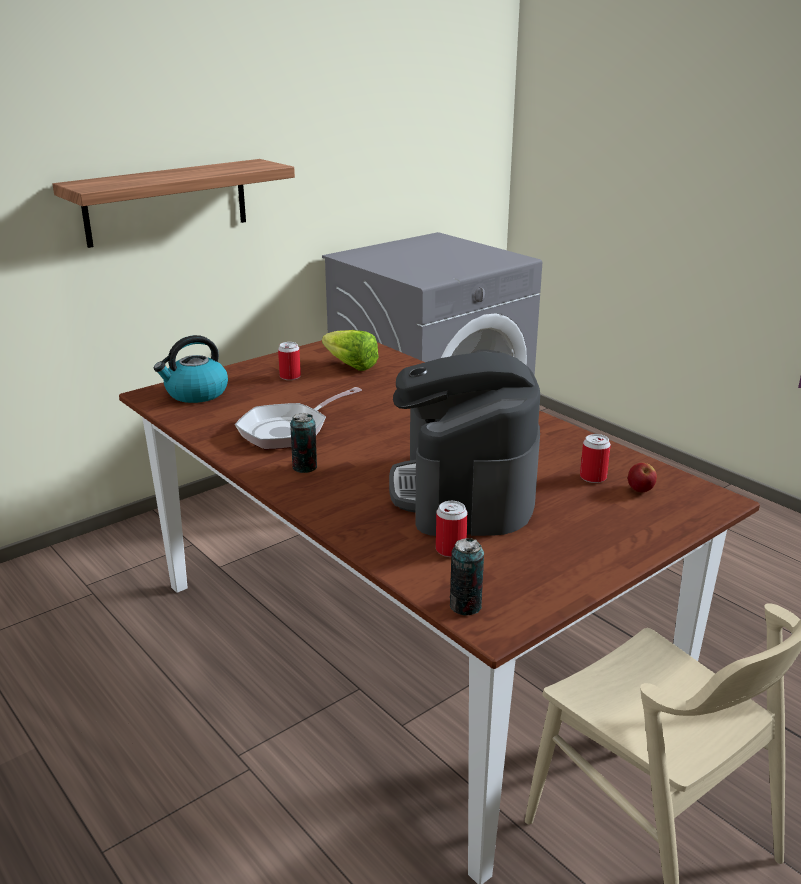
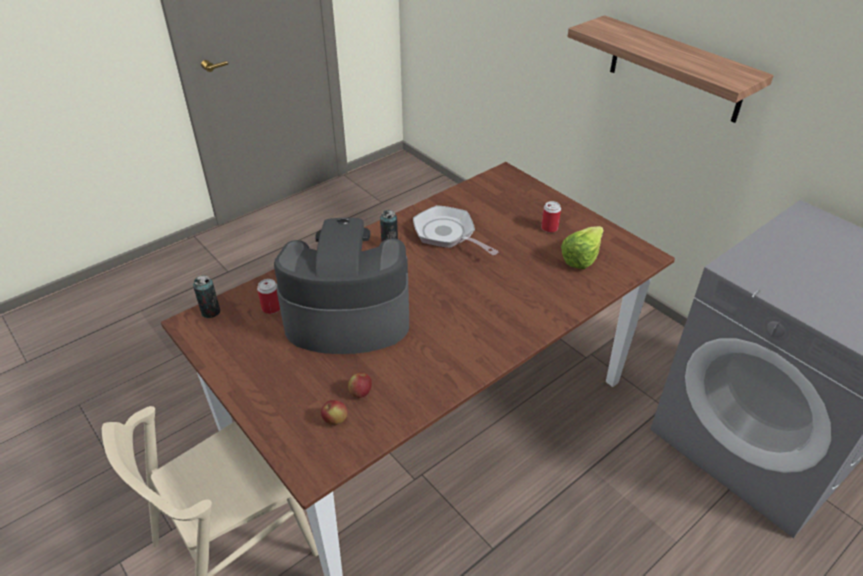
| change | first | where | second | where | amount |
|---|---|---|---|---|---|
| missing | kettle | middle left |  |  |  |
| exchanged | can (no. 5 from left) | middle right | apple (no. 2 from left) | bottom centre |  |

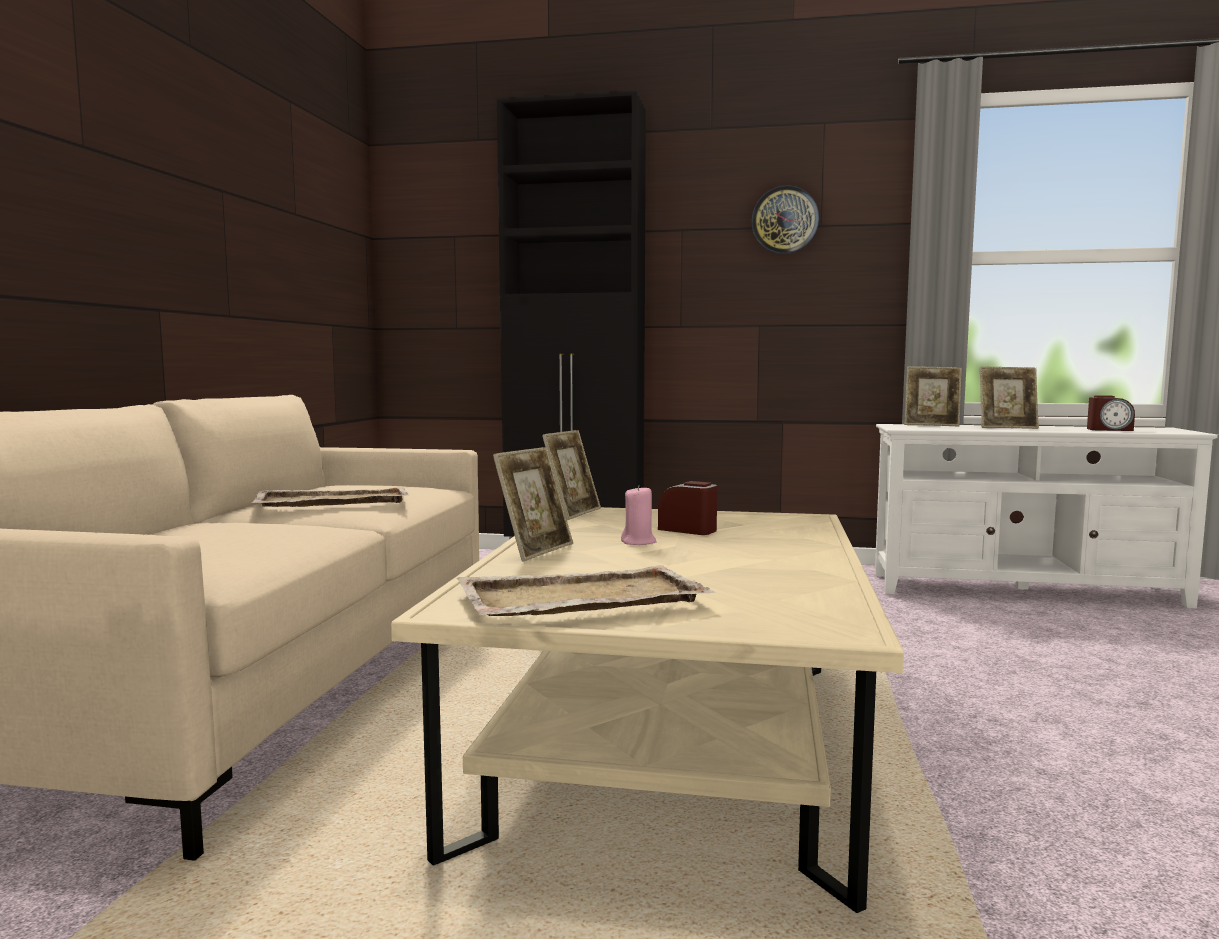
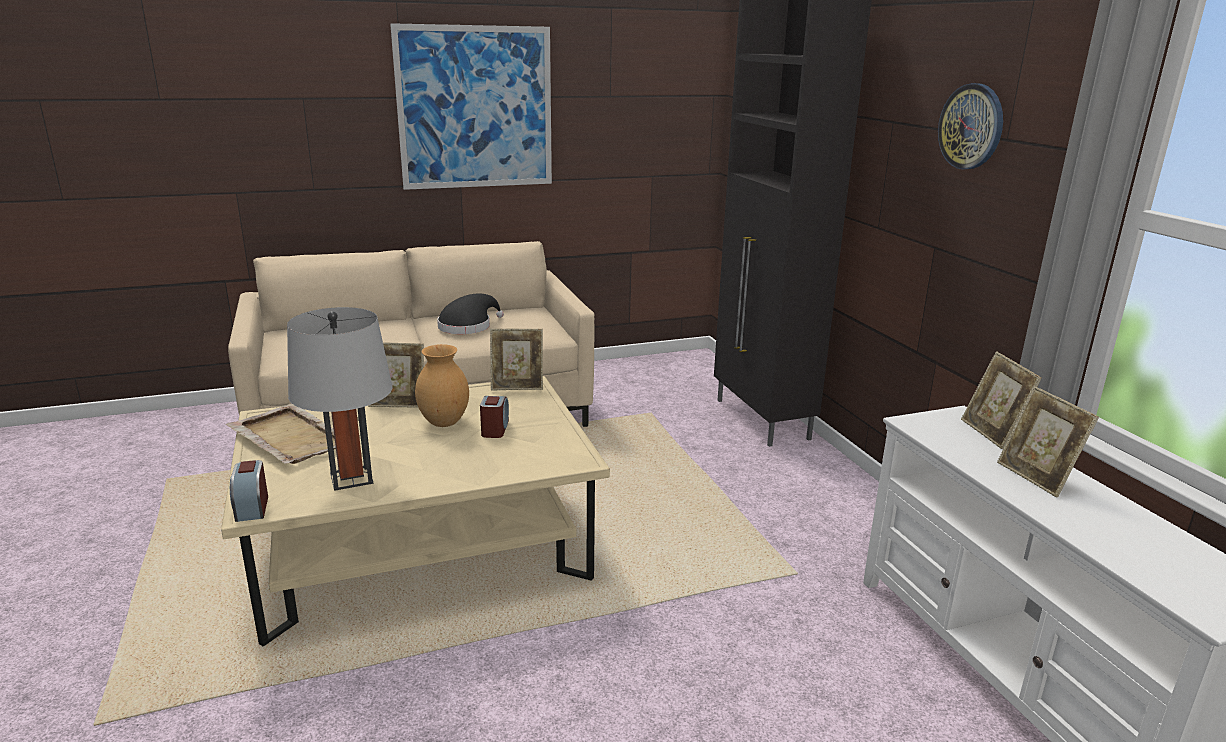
| change | first | where | second | where | amount |
|---|---|---|---|---|---|
| appeared |  |  | table lamp in grey | middle left |  |
| appeared |  |  | picture | top centre |  |
| relocated | alarm clock (no. 2 from left in the first image) | middle right | alarm clock (no. 1 from left) | middle left |  |
| exchanged | tray in beige (no. 1 from left) | middle left | hat in black | centre |  |
| exchanged | candle in pink | centre | vase in brown | centre |  |

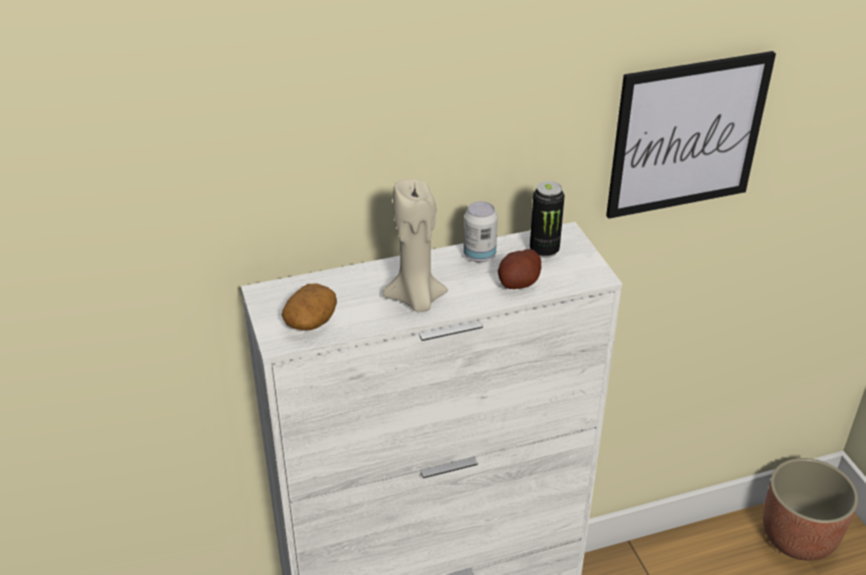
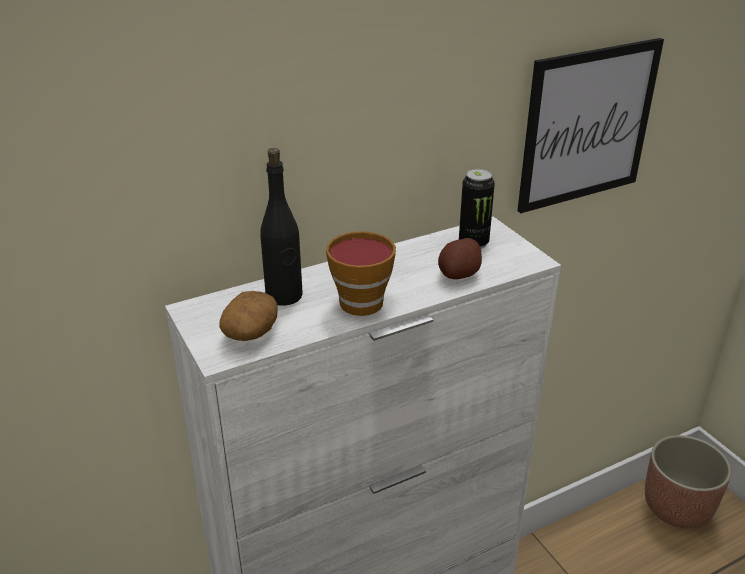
| change | first | where | second | where | amount |
|---|---|---|---|---|---|
| missing | can (no. 1 from left) | centre |  |  |  |
| appeared |  |  | bottle in black | centre |  |
| exchanged | candle in beige | centre | cup | centre |  |

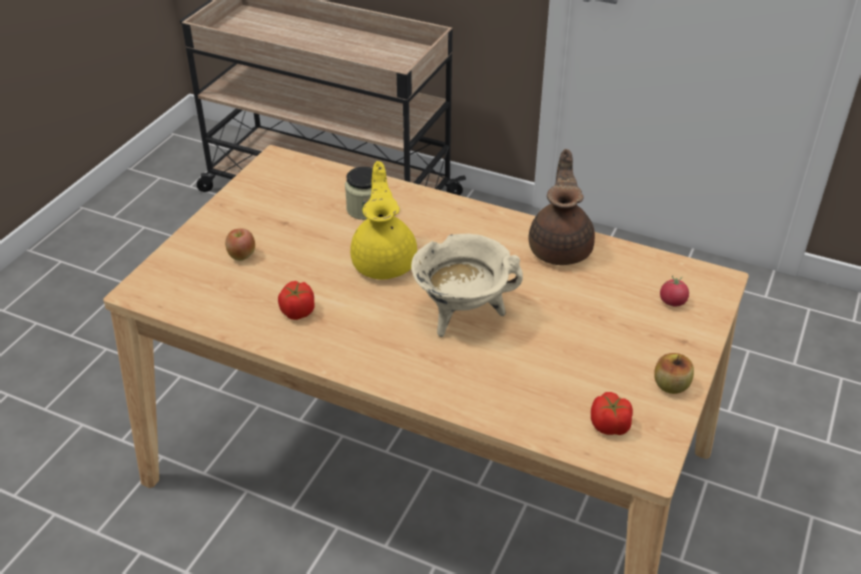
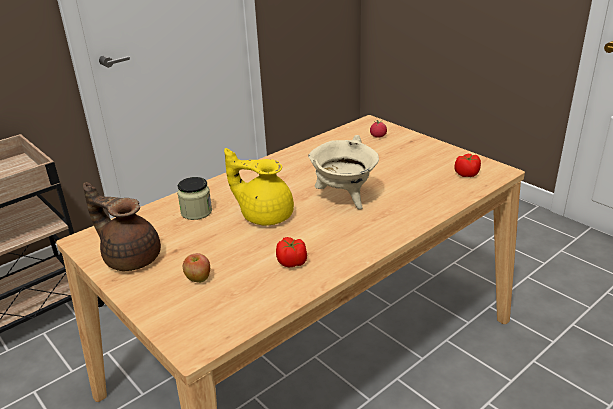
| change | first | where | second | where | amount |
|---|---|---|---|---|---|
| missing | apple (no. 2 from left) | middle right |  |  |  |
| relocated | teapot in brown | centre |  | middle left |  |

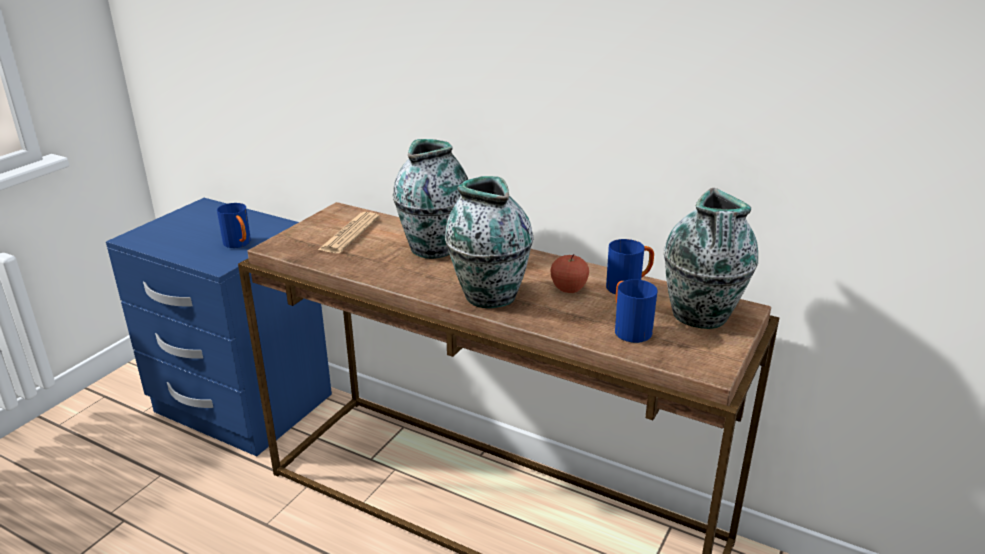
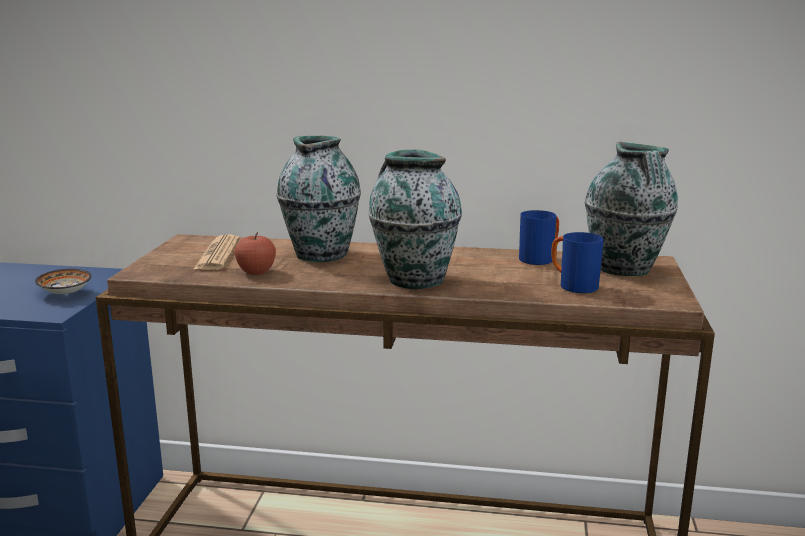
| change | first | where | second | where | amount |
|---|---|---|---|---|---|
| relocated | apple | centre |  | middle left |  |
| exchanged | mug in blue (no. 1 from left) | middle left | bowl | middle left |  |

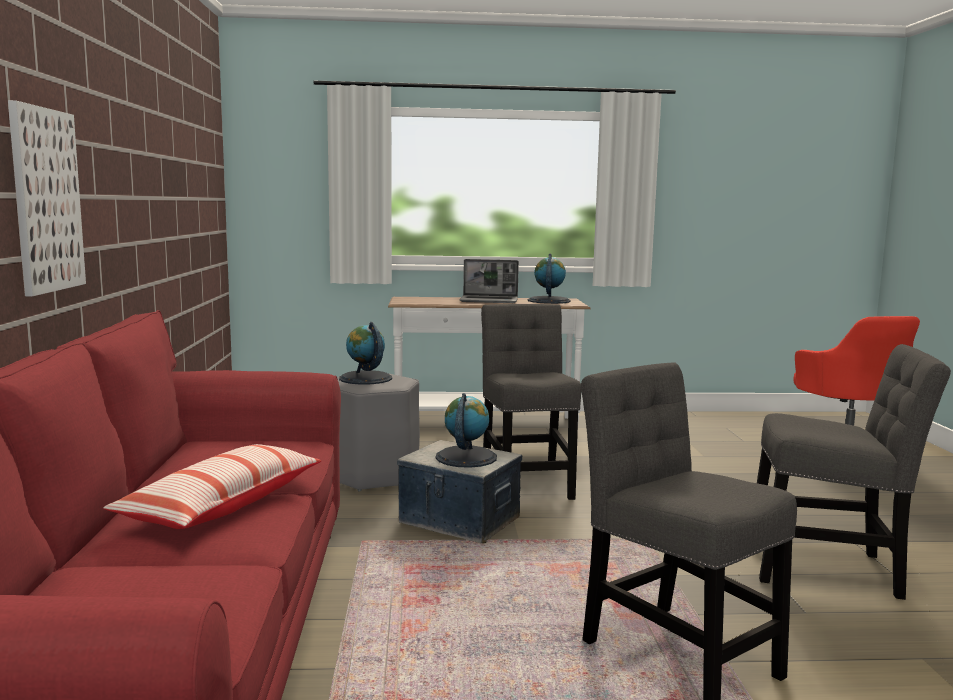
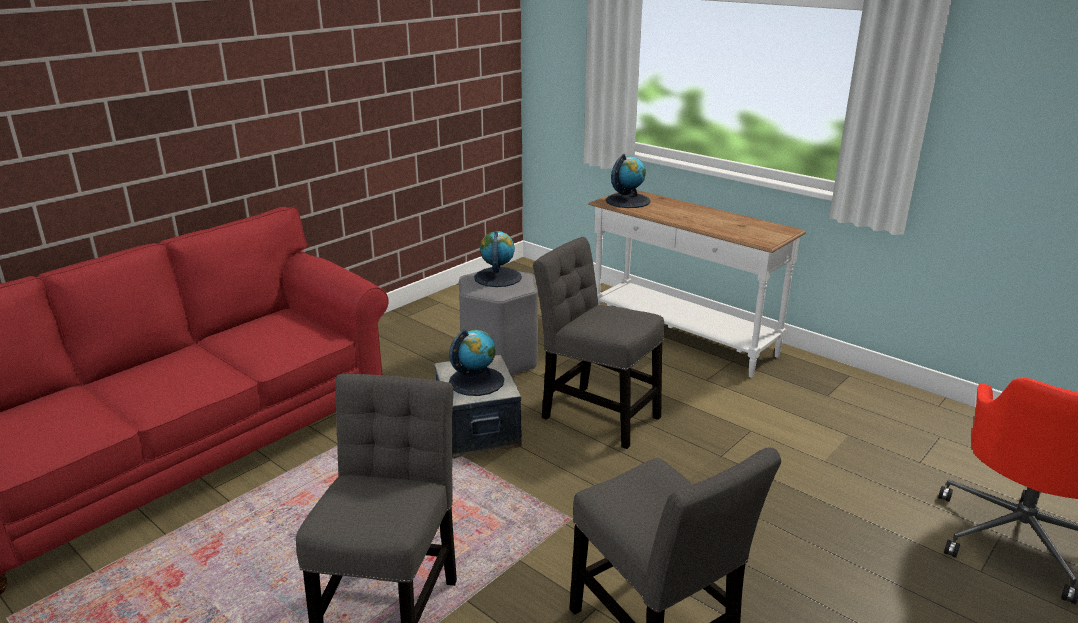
| change | first | where | second | where | amount |
|---|---|---|---|---|---|
| missing | picture | top left |  |  |  |
| missing | pillow | bottom left |  |  |  |
| missing | laptop | centre |  |  |  |
| relocated | globe (no. 3 from left) | centre |  | top centre |  |
| spun | chair in grey (no. 1 from left in the first image) | centre | chair in grey (no. 2 from left) | centre | 90 degrees counterclockwise |

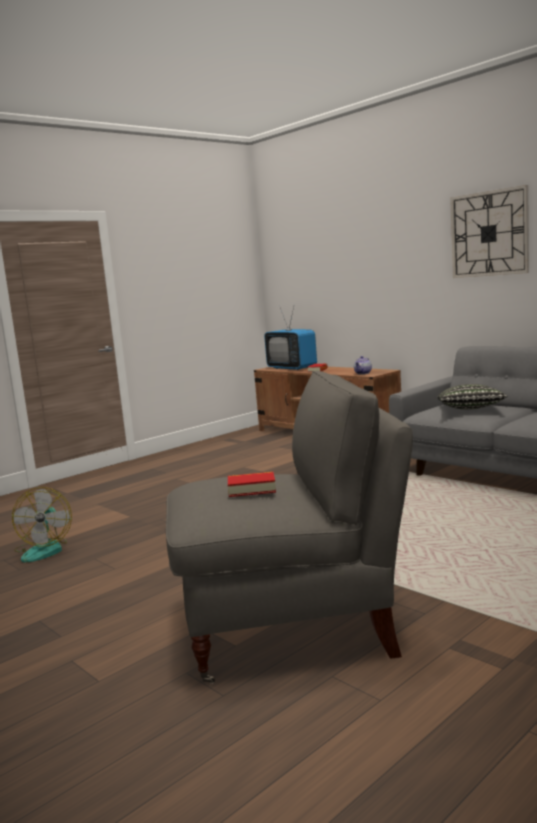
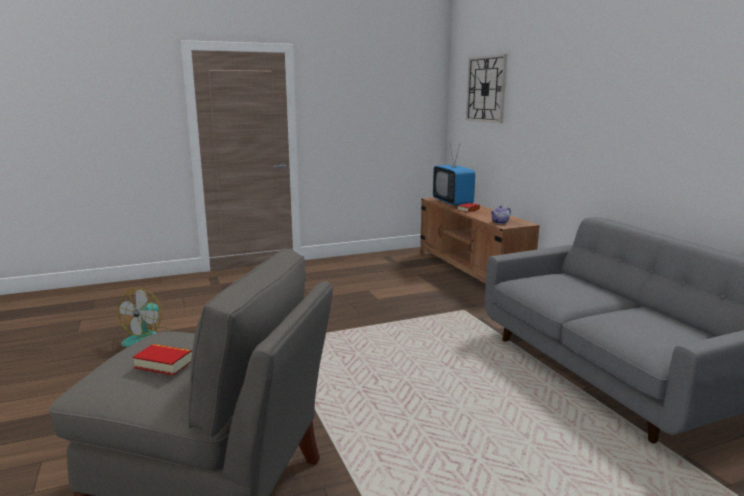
| change | first | where | second | where | amount |
|---|---|---|---|---|---|
| missing | pillow | middle right |  |  |  |
| relocated | wall clock | top right |  | top centre |  |

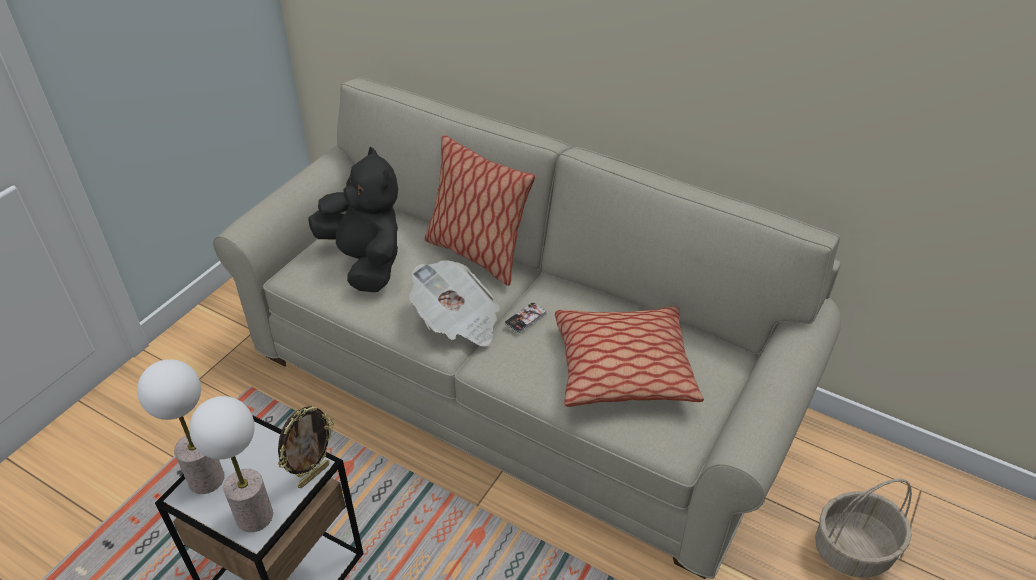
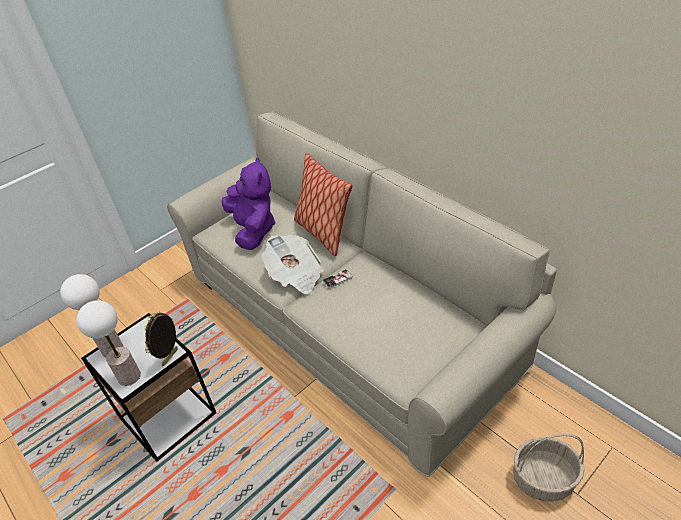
| change | first | where | second | where | amount |
|---|---|---|---|---|---|
| missing | pillow (no. 2 from left) | centre |  |  |  |
| colour | plush toy in black | centre | plush toy in purple | centre |  |
| spun | picture frame | bottom left |  | middle left | 150 degrees clockwise |

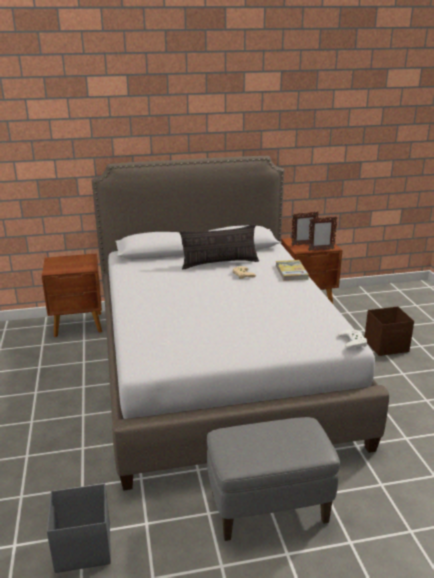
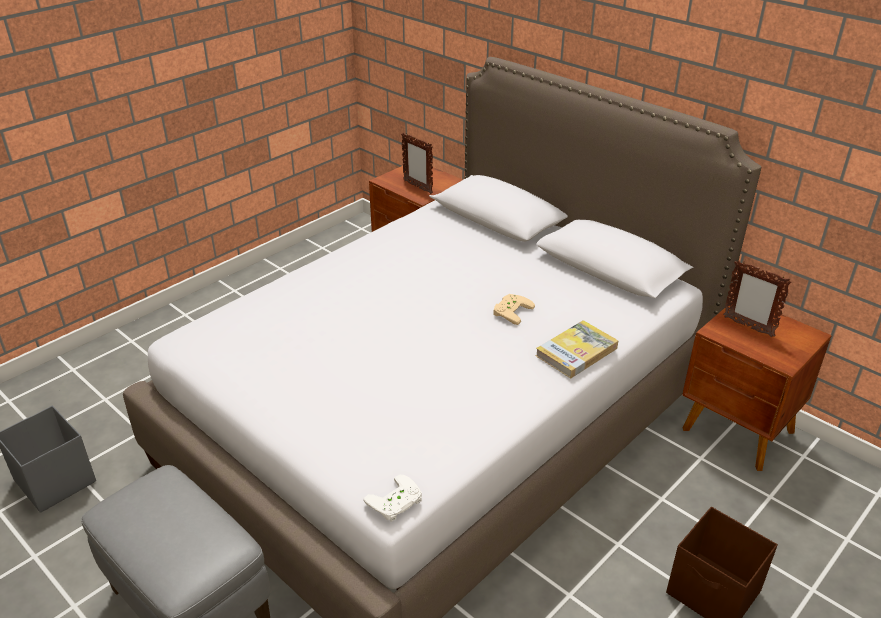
| change | first | where | second | where | amount |
|---|---|---|---|---|---|
| missing | pillow | centre |  |  |  |
| relocated | picture frame (no. 2 from left in the first image) | middle right | picture frame (no. 1 from left) | top centre |  |

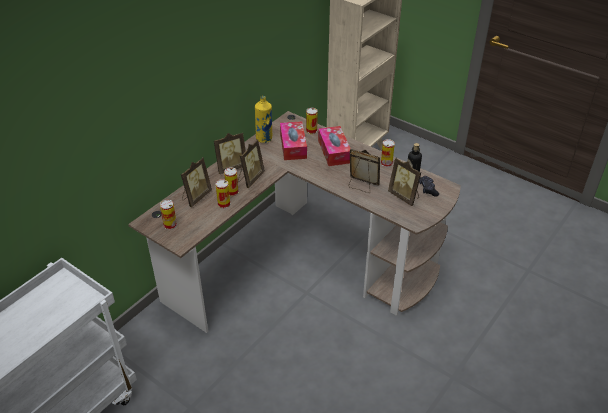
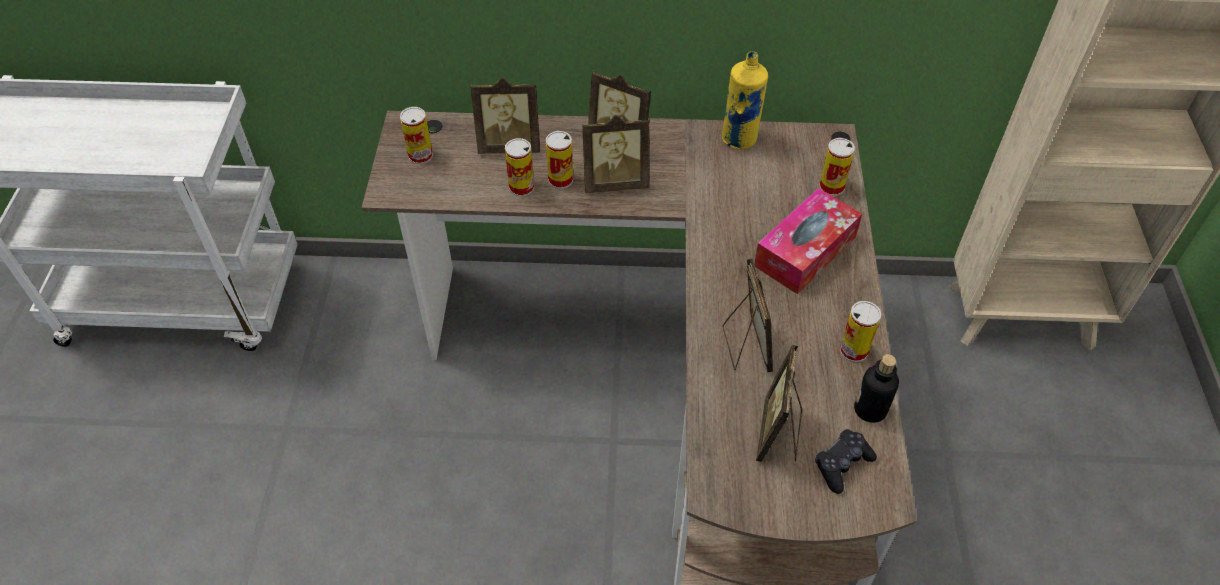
| change | first | where | second | where | amount |
|---|---|---|---|---|---|
| missing | tissue box (no. 1 from left) | centre |  |  |  |

